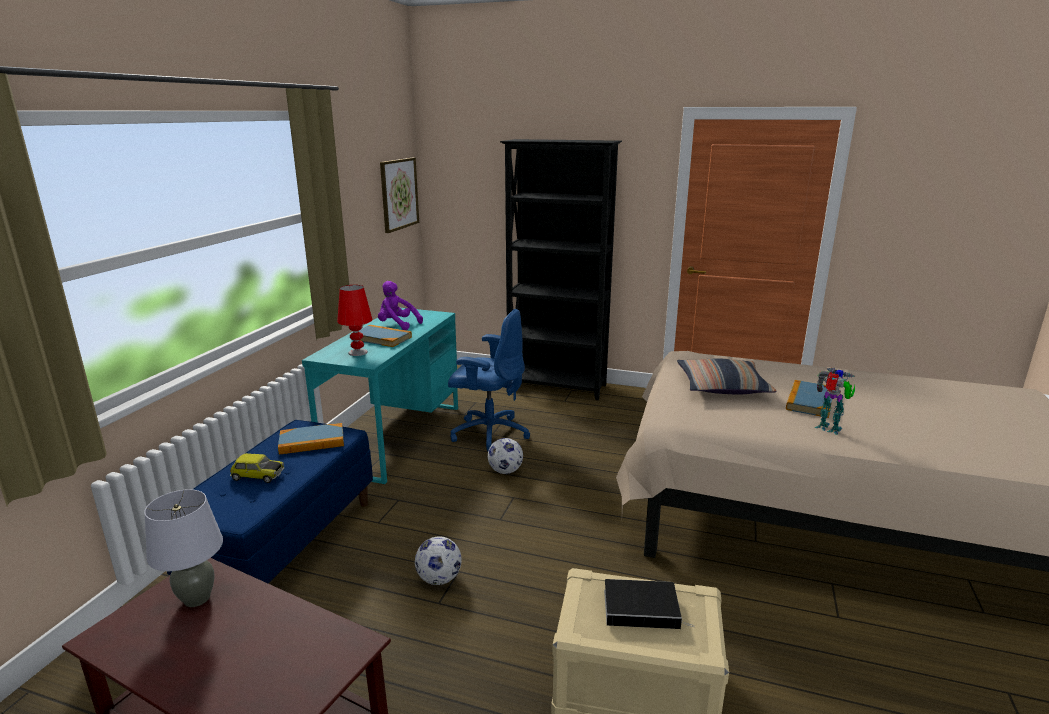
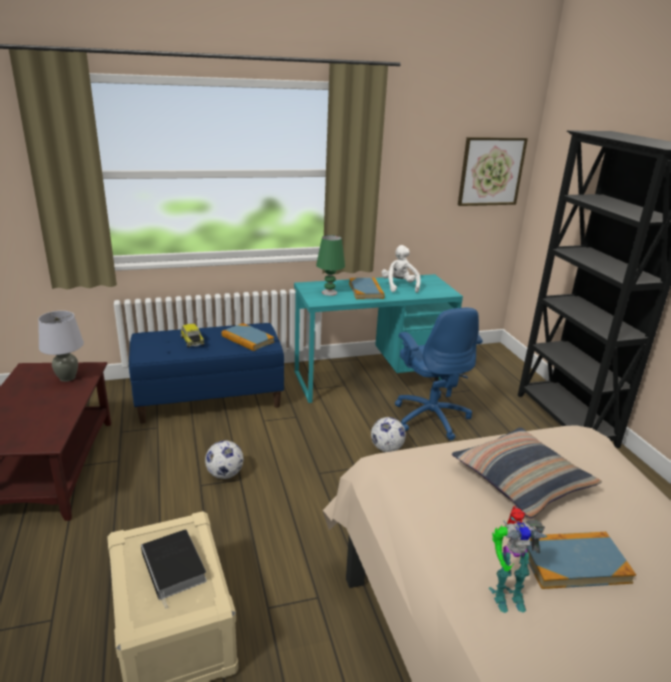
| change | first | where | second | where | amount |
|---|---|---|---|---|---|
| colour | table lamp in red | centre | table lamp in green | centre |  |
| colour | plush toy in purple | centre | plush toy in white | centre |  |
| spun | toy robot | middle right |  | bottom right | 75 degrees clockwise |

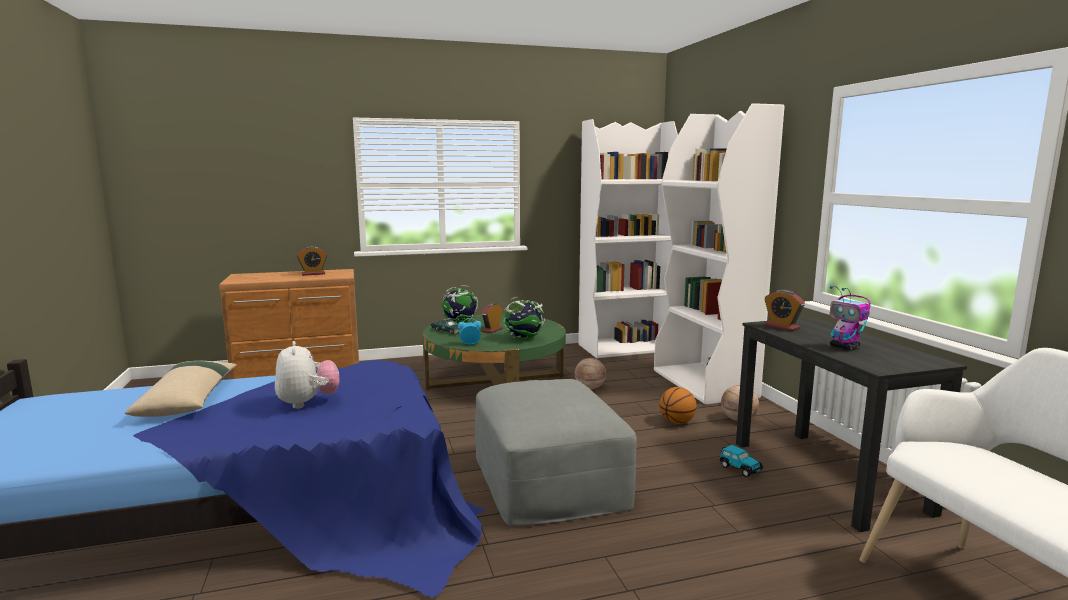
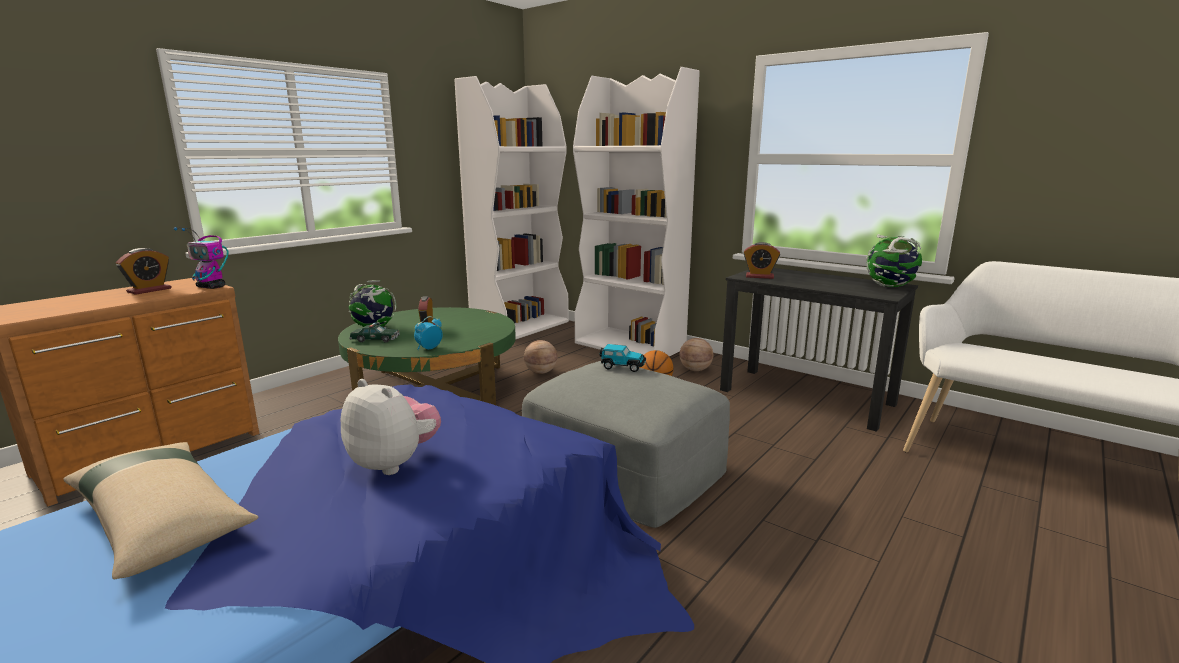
| change | first | where | second | where | amount |
|---|---|---|---|---|---|
| relocated | globe (no. 2 from left) | centre |  | middle right |  |
| relocated | toy car (no. 2 from left) | bottom right |  | centre |  |
| relocated | toy robot | middle right |  | middle left |  |

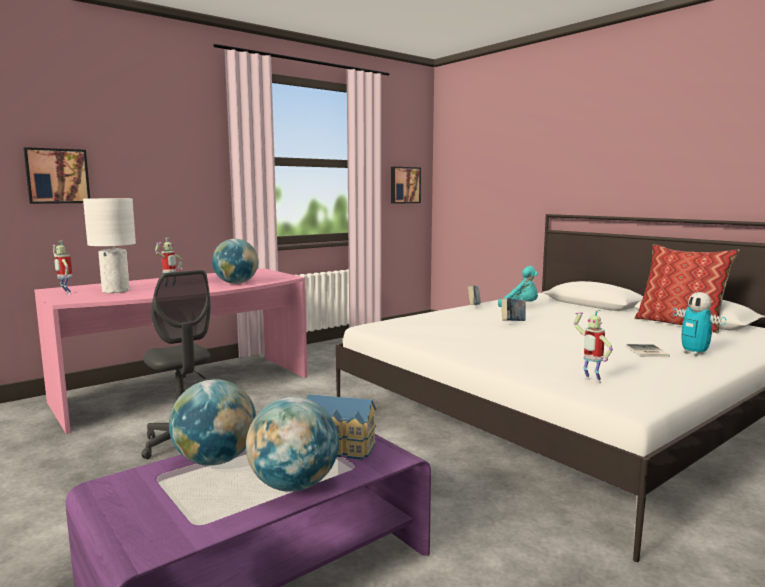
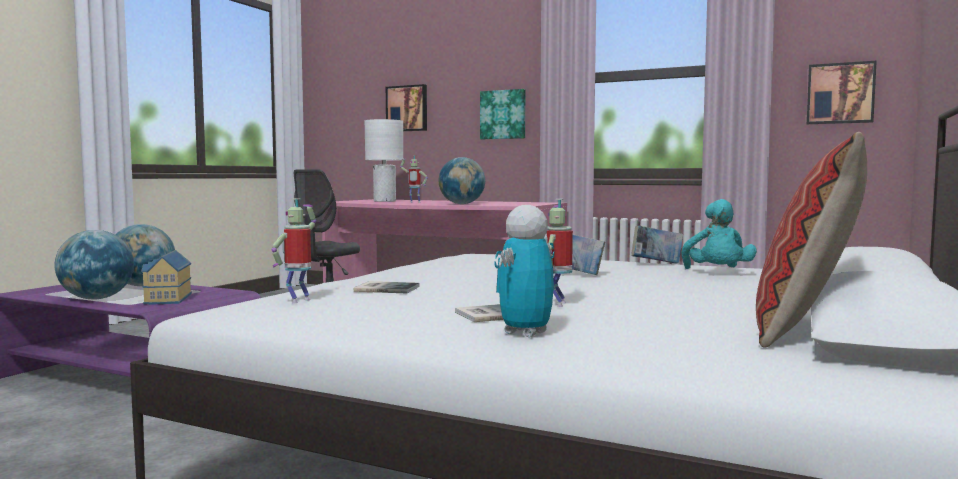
| change | first | where | second | where | amount |
|---|---|---|---|---|---|
| appeared |  |  | book (no. 1 from left) | centre |  |
| appeared |  |  | picture (no. 2 from left) | top centre |  |
| relocated | toy robot (no. 1 from left in the first image) | middle left | toy robot (no. 4 from left) | centre |  |

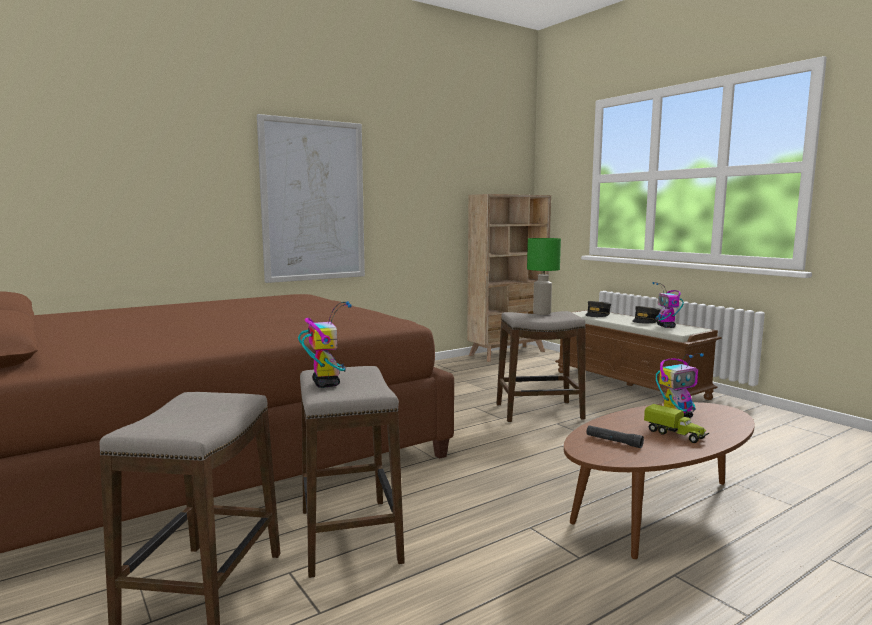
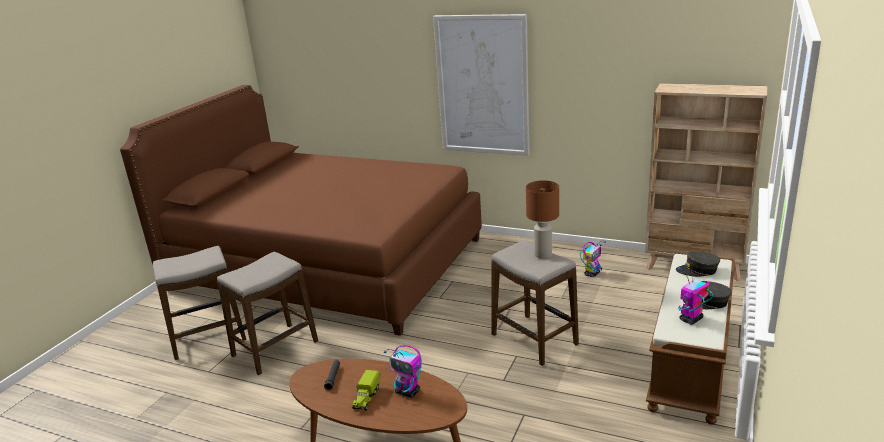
| change | first | where | second | where | amount |
|---|---|---|---|---|---|
| relocated | toy robot (no. 1 from left in the first image) | centre | toy robot (no. 2 from left) | middle right |  |
| colour | table lamp in green | centre | table lamp in brown | centre |  |

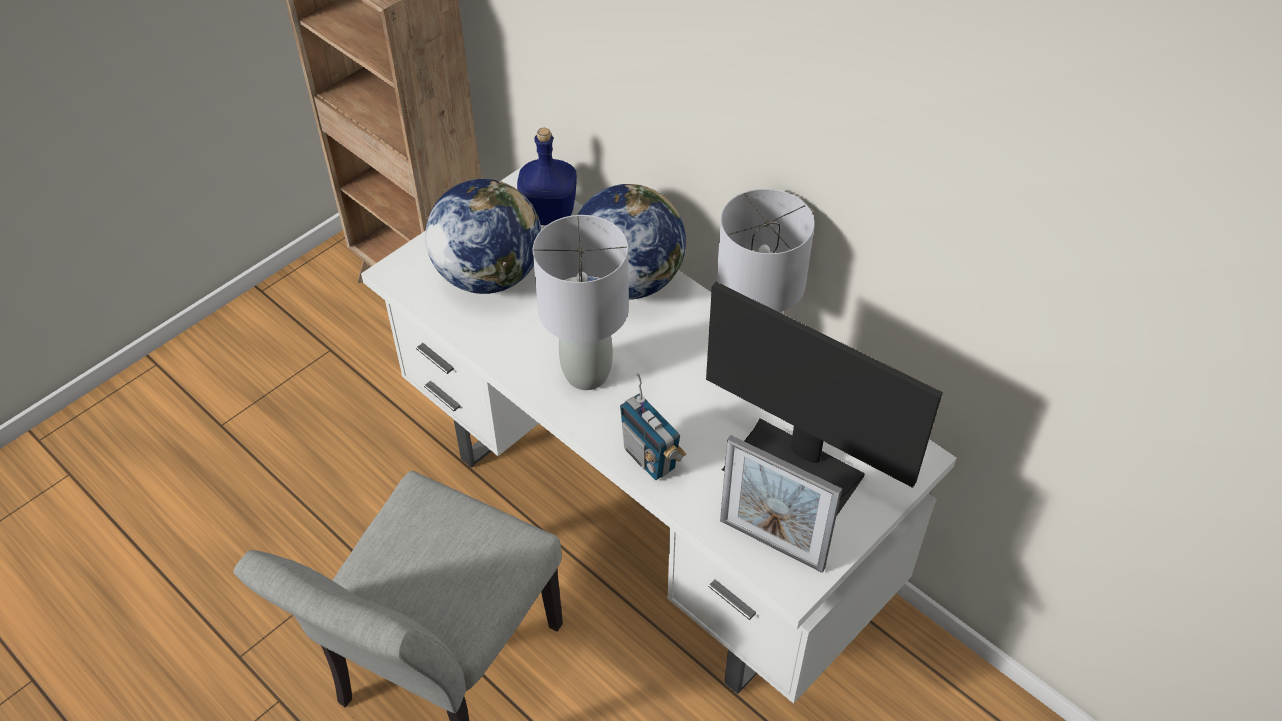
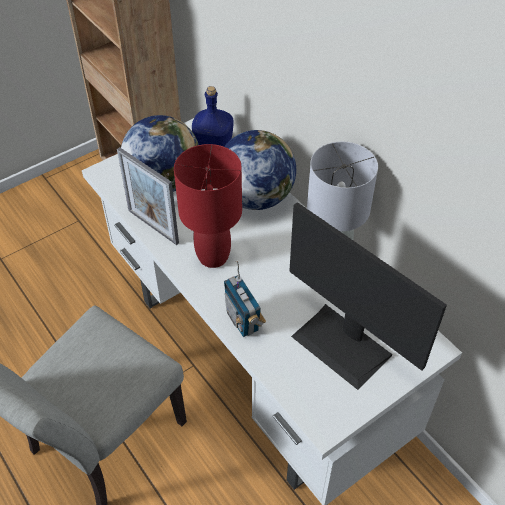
| change | first | where | second | where | amount |
|---|---|---|---|---|---|
| relocated | picture frame | bottom centre |  | middle left |  |
| colour | table lamp in grey (no. 1 from left) | centre | table lamp in red | centre |  |

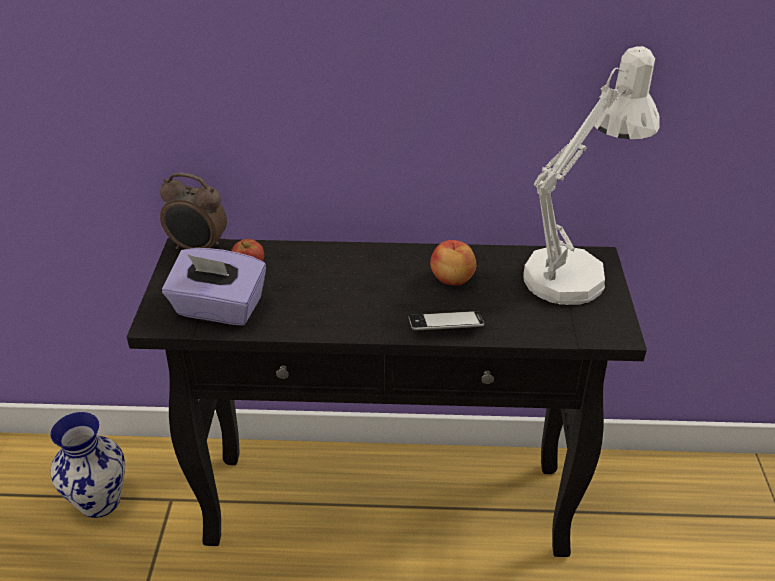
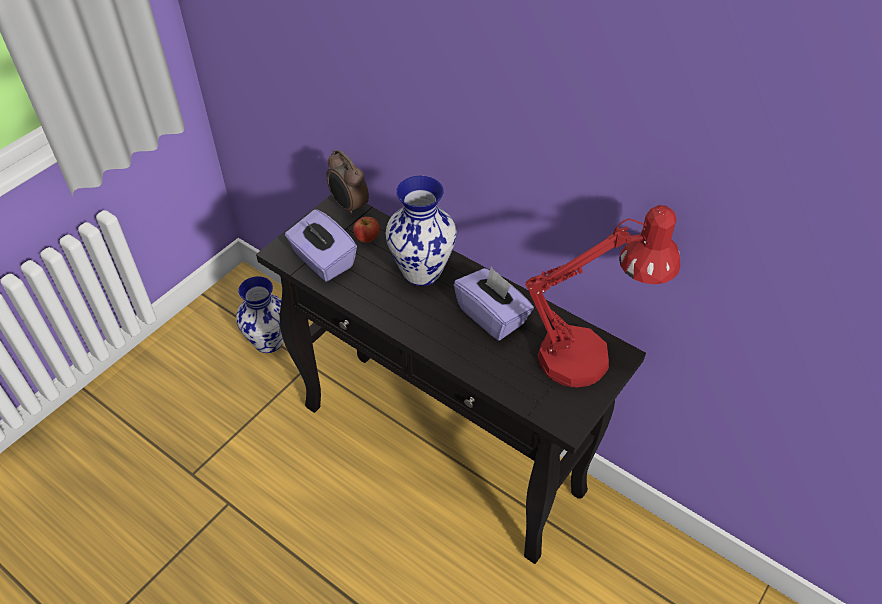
| change | first | where | second | where | amount |
|---|---|---|---|---|---|
| missing | phone | centre |  |  |  |
| appeared |  |  | vase (no. 2 from left) | centre |  |
| exchanged | apple (no. 2 from left) | centre | tissue box in purple (no. 2 from left) | centre |  |
| colour | table lamp in white | top right | table lamp in red | middle right |  |

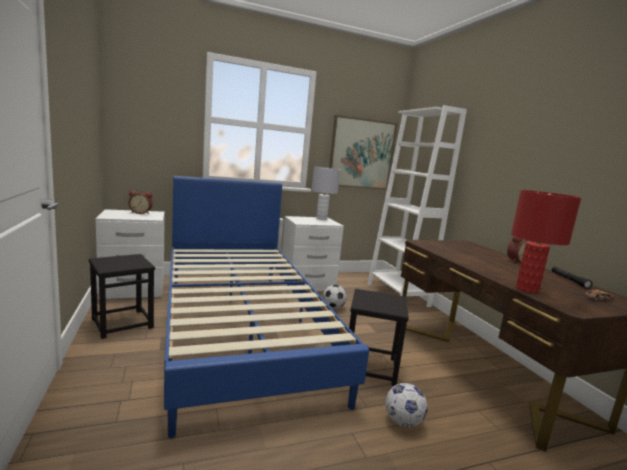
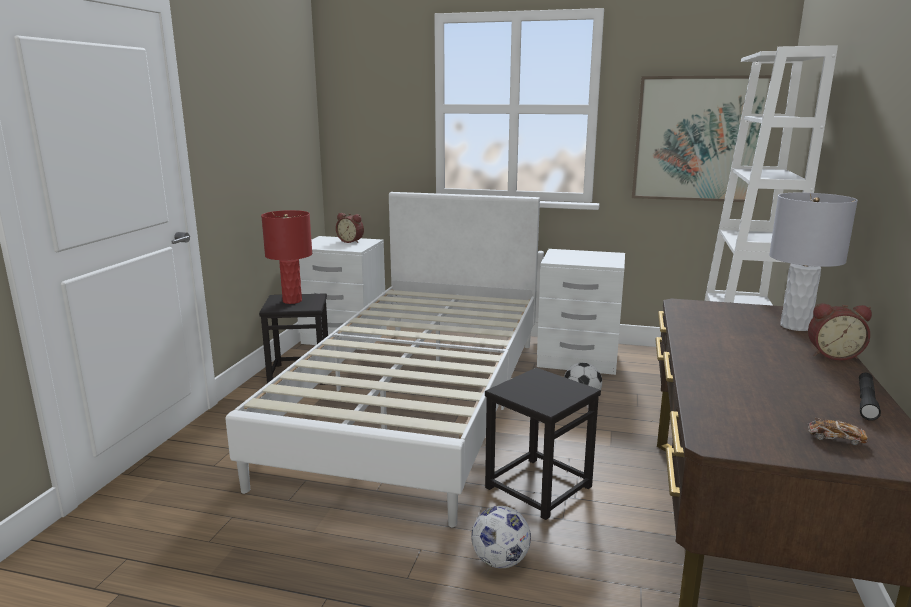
| change | first | where | second | where | amount |
|---|---|---|---|---|---|
| relocated | table lamp in grey | centre |  | middle right |  |
| relocated | table lamp in red | middle right |  | middle left |  |
| colour | bed in blue | centre | bed in white | centre |  |

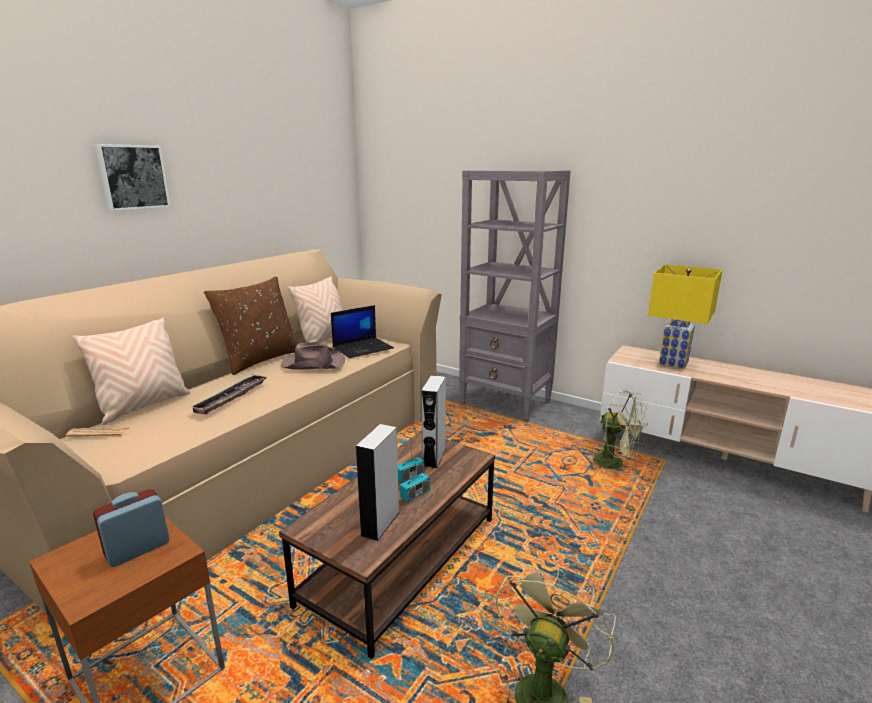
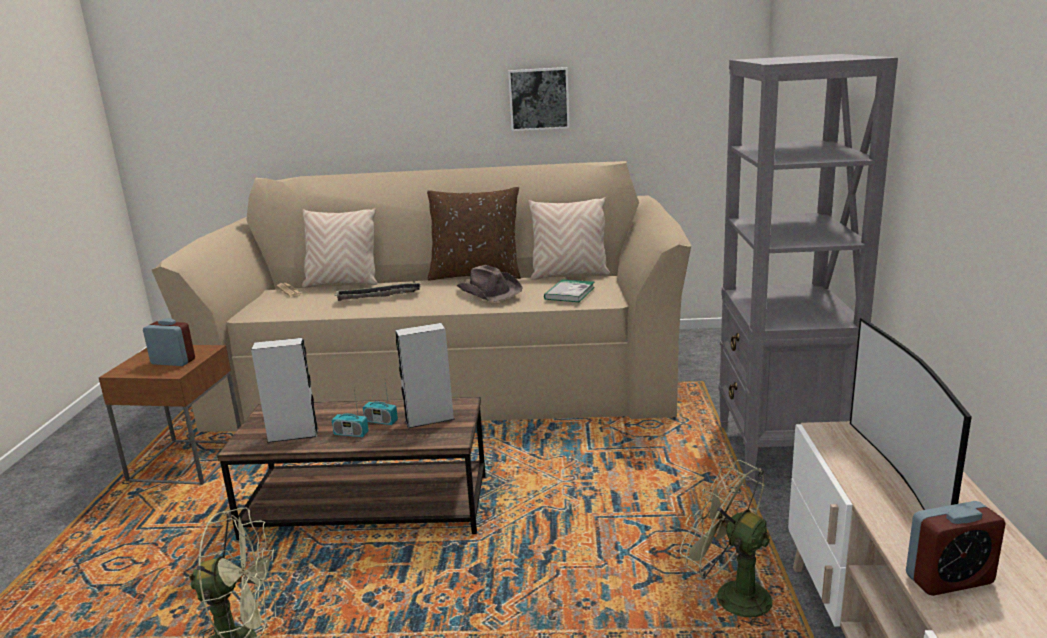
| change | first | where | second | where | amount |
|---|---|---|---|---|---|
| appeared |  |  | alarm clock (no. 2 from left) | bottom right |  |
| relocated | picture | top left |  | top centre |  |
| exchanged | laptop | centre | book | centre |  |
| exchanged | table lamp in yellow | middle right | television | middle right |  |
| spun | fan in green (no. 2 from left) | middle right |  | bottom right | 120 degrees clockwise |

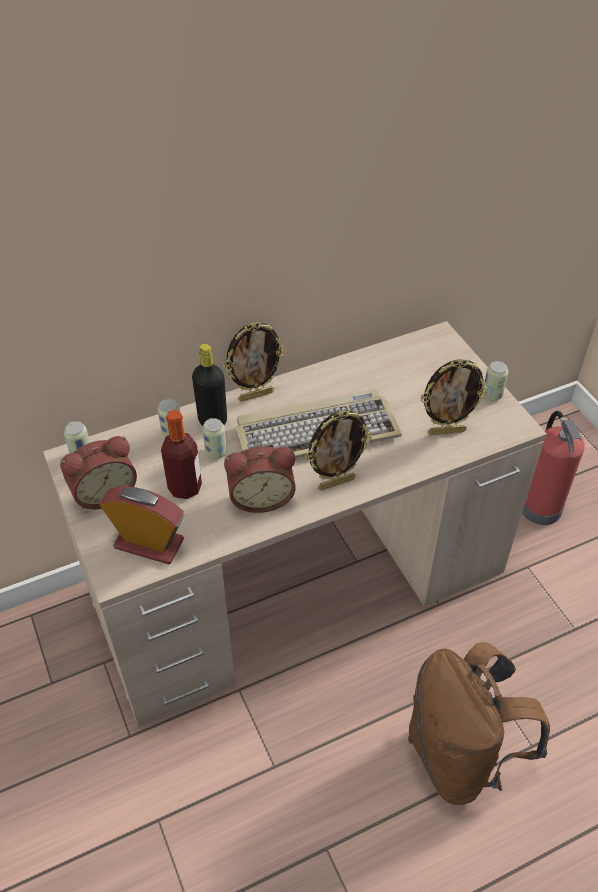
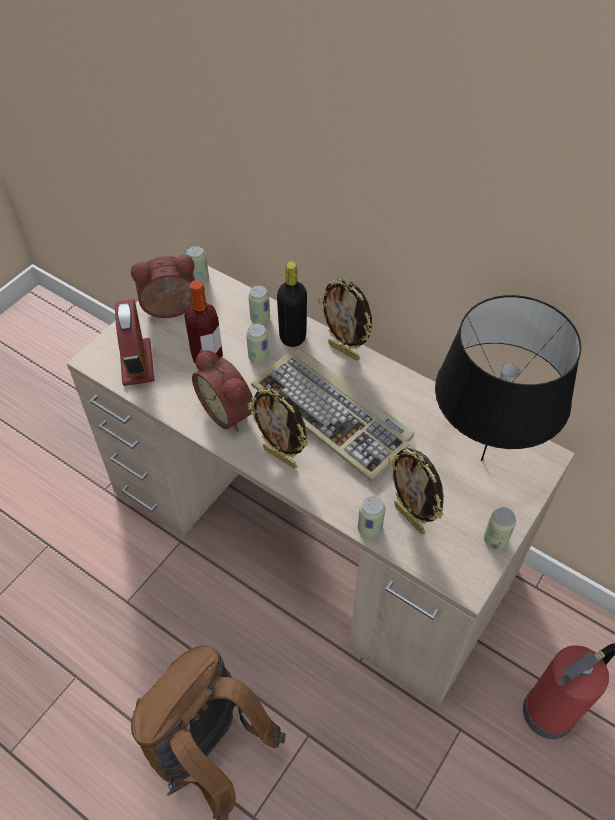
| change | first | where | second | where | amount |
|---|---|---|---|---|---|
| appeared |  |  | can (no. 4 from left) | centre |  |
| appeared |  |  | table lamp in black | middle right |  |
| spun | alarm clock (no. 1 from left in the first image) | middle left | alarm clock (no. 2 from left) | middle left | 135 degrees clockwise |

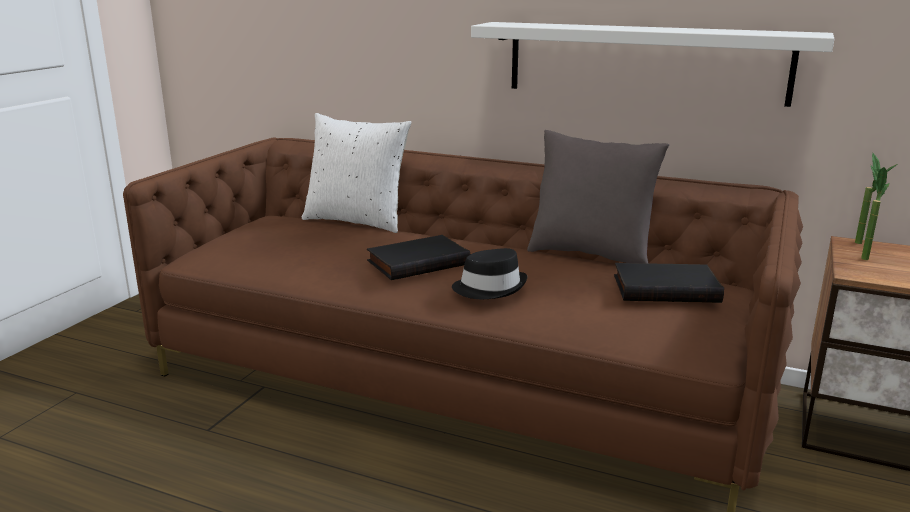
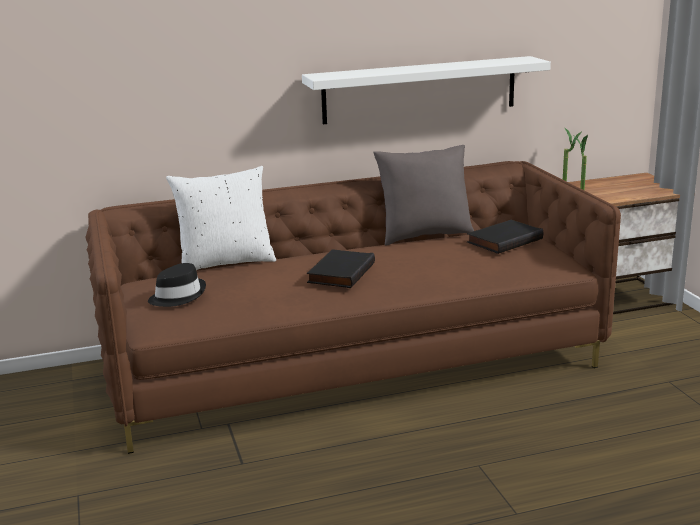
| change | first | where | second | where | amount |
|---|---|---|---|---|---|
| relocated | hat in black | centre |  | middle left |  |

